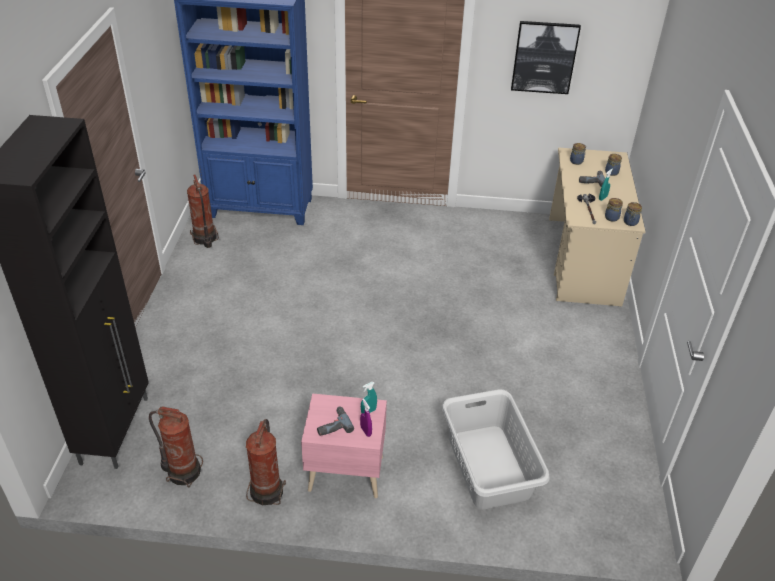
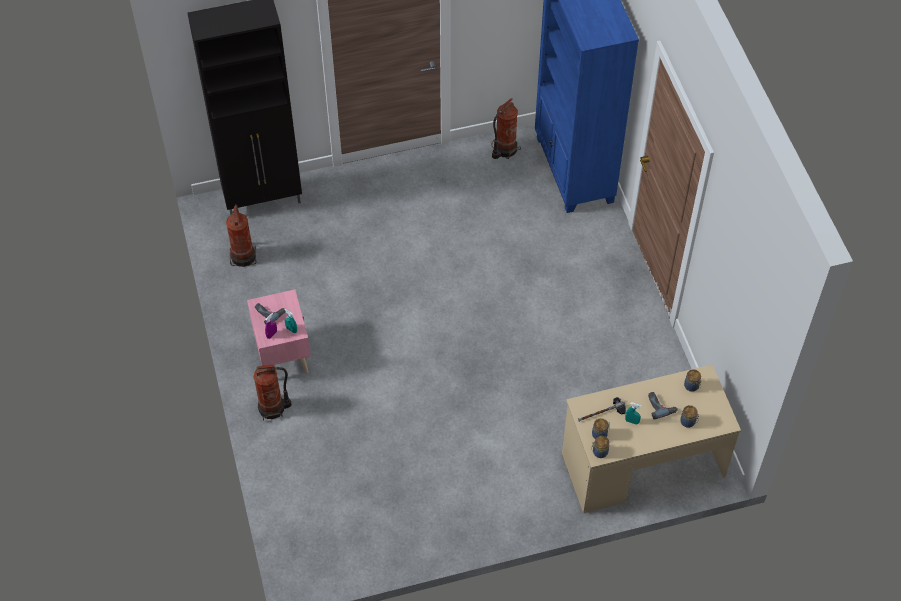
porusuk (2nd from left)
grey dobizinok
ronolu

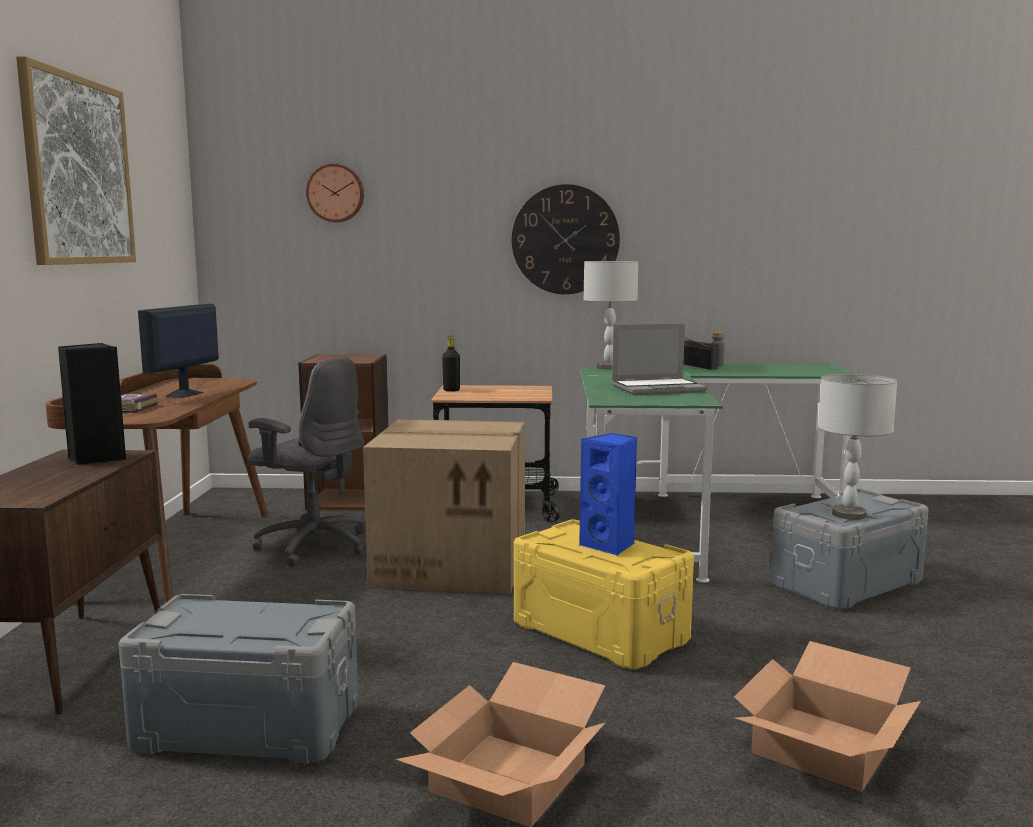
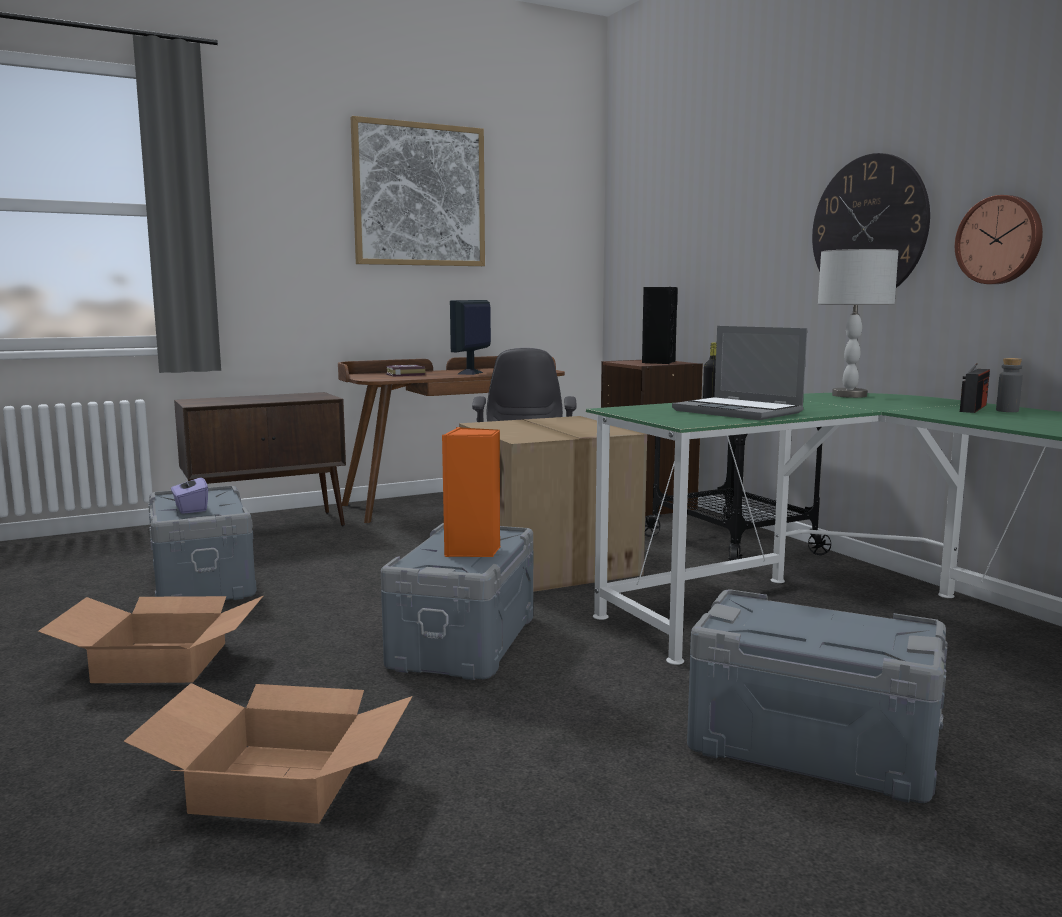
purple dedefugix
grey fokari (2nd from left)
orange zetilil
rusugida
black zetilil
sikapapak (2nd from left)
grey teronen (2nd from left in the first image)

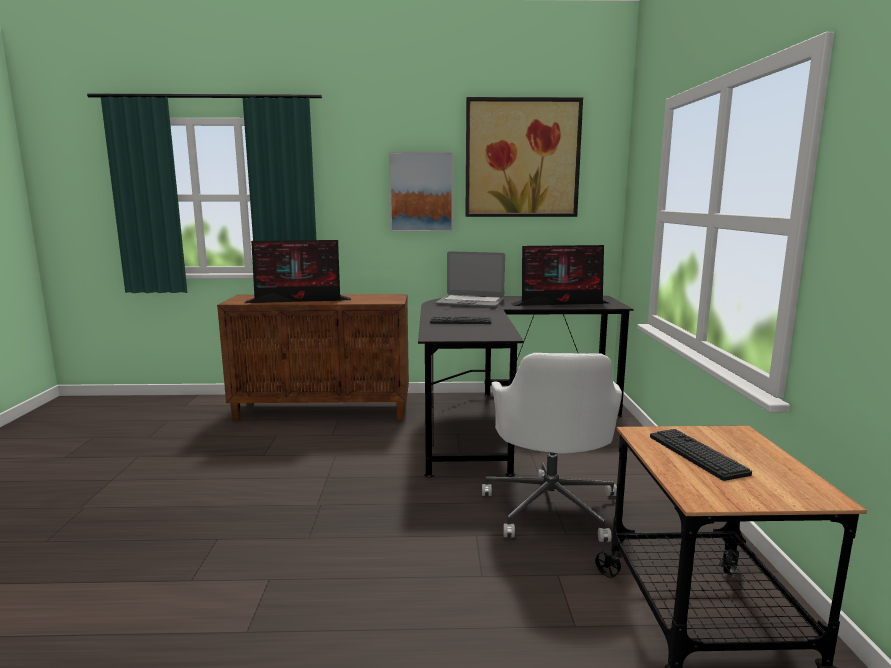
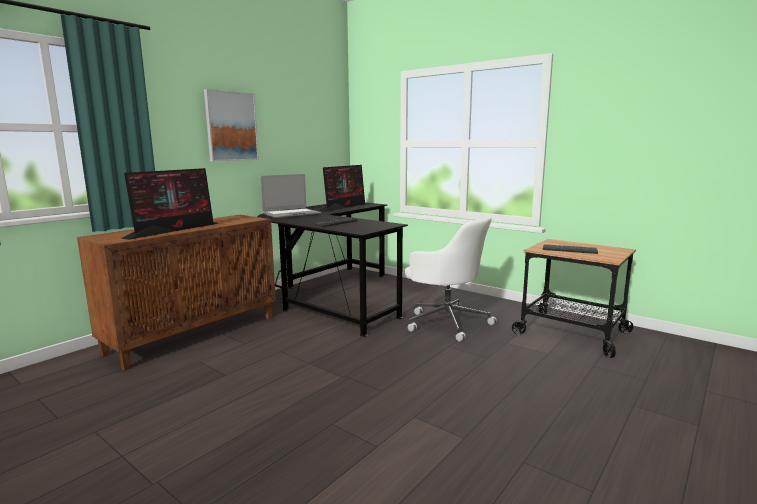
ronolu (2nd from left in the first image)

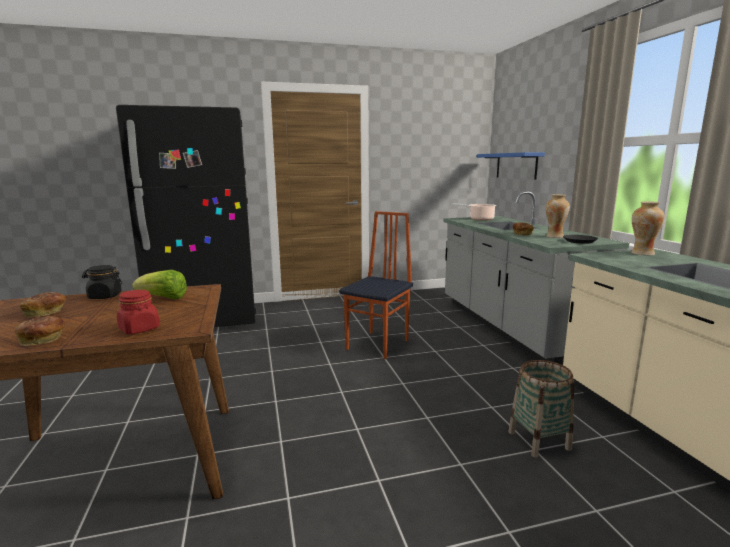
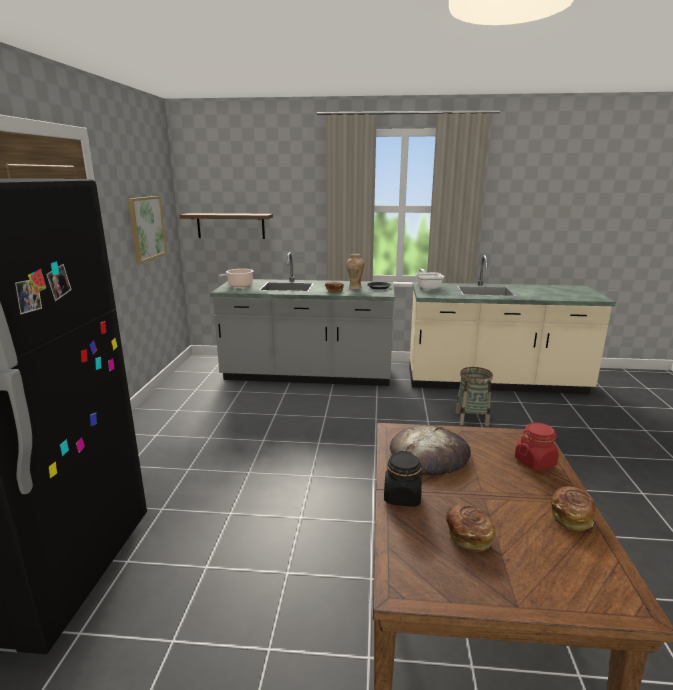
ronolu
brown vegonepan
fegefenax (2nd from left)
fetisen
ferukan

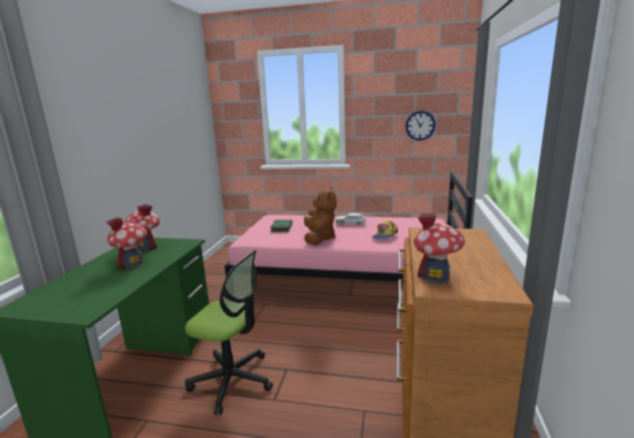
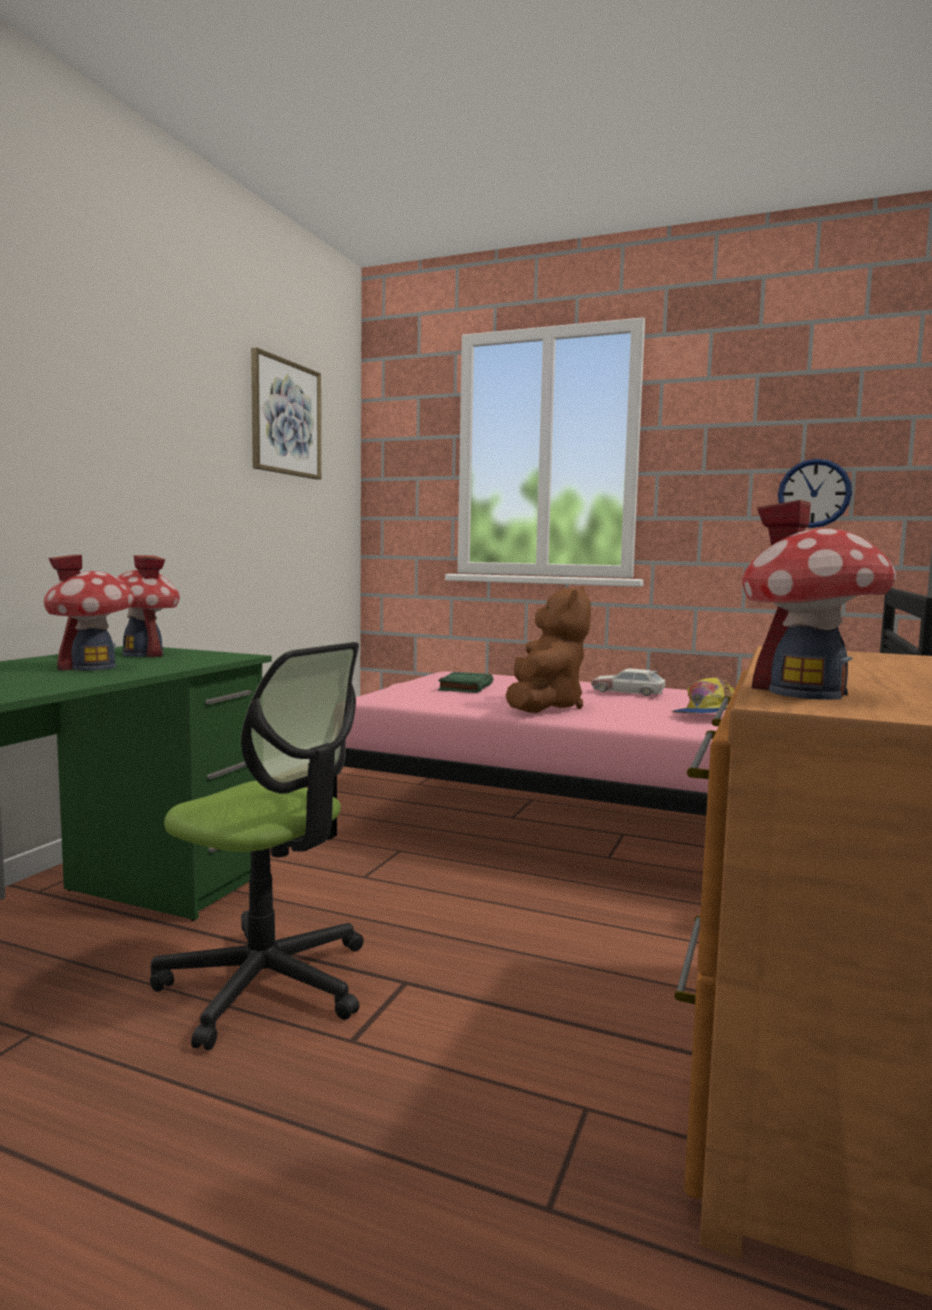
ronolu

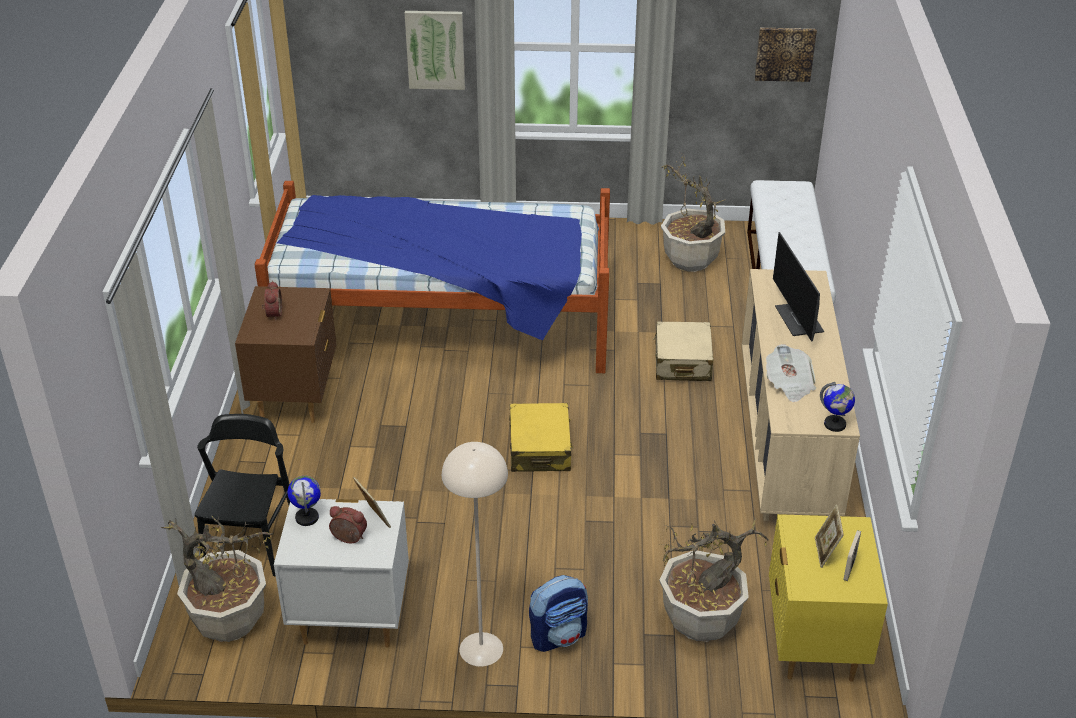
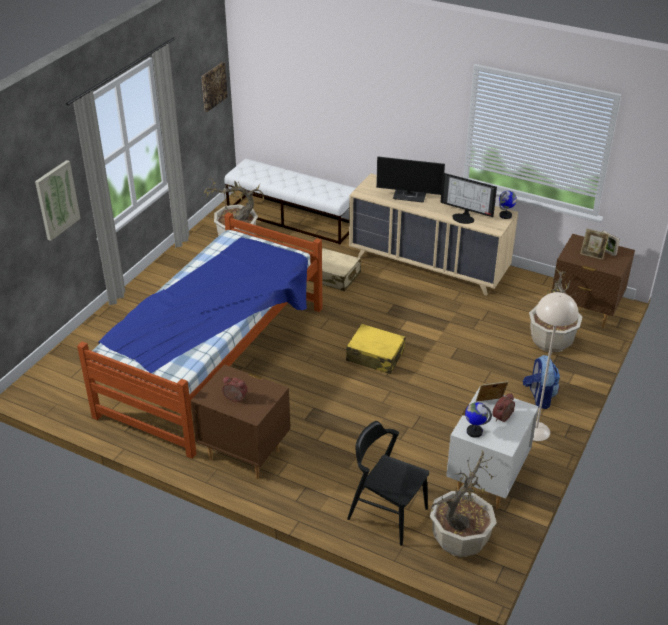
rusugida (2nd from left)
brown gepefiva (2nd from left)

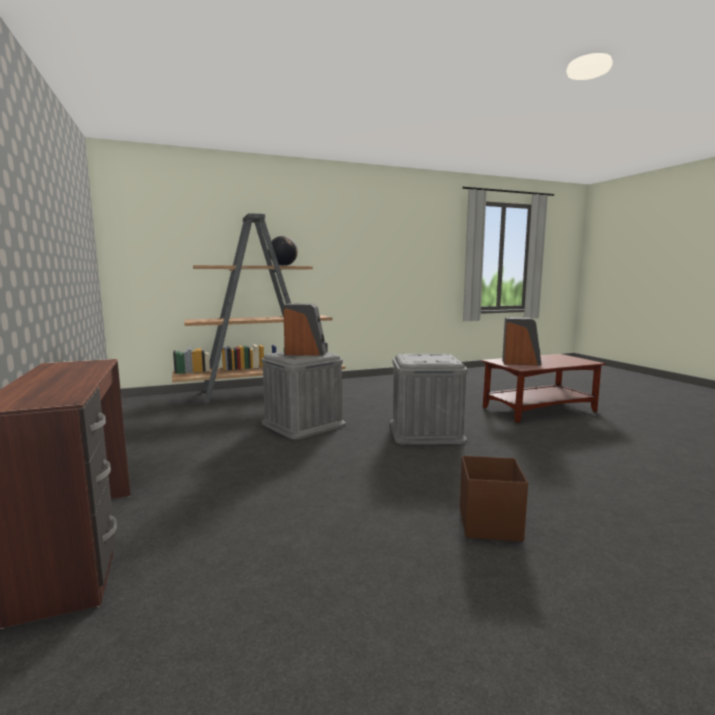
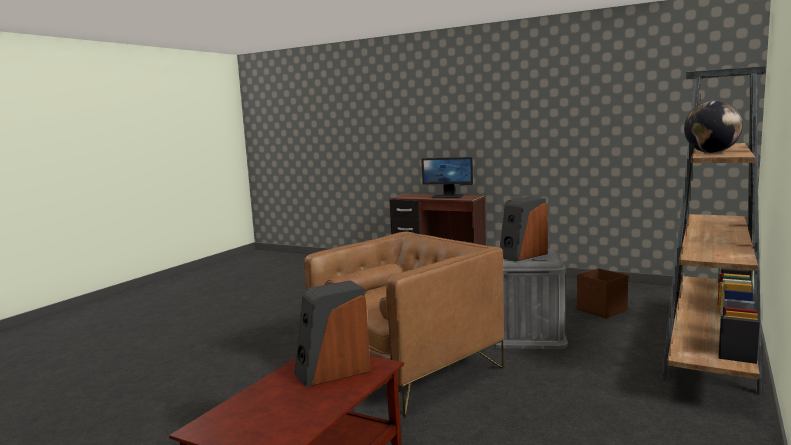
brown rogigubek
rusugida
brown fokari

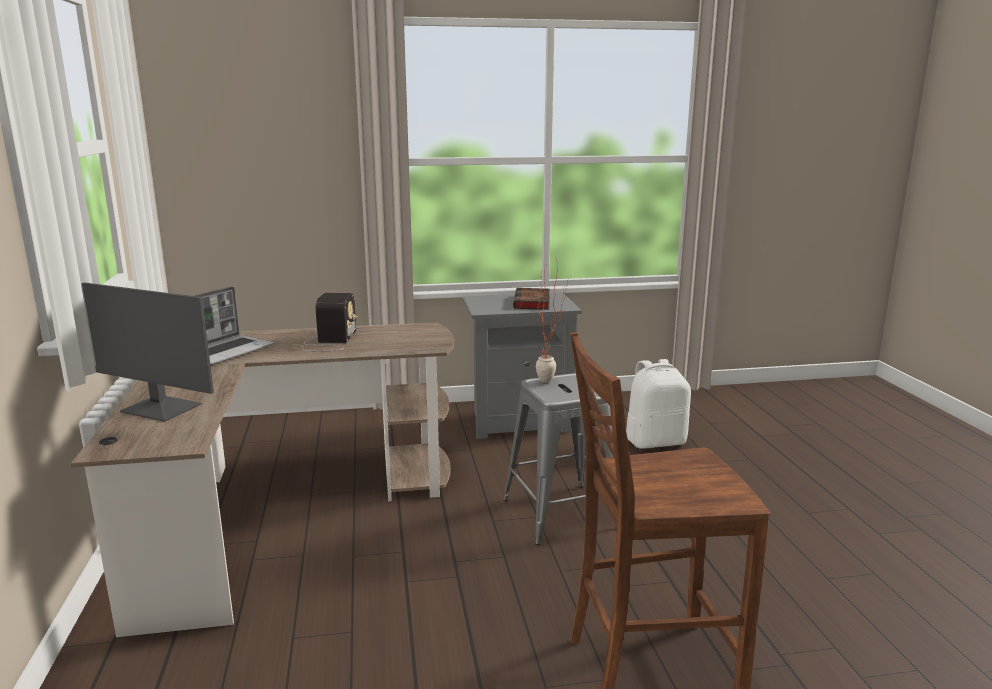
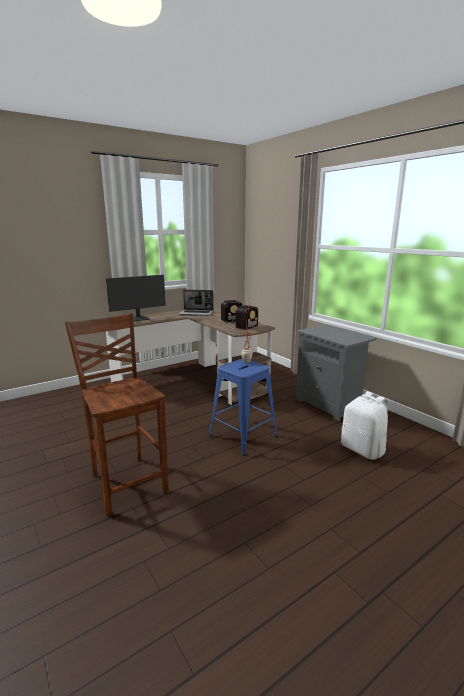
rusugida
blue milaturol
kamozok (2nd from left)
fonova

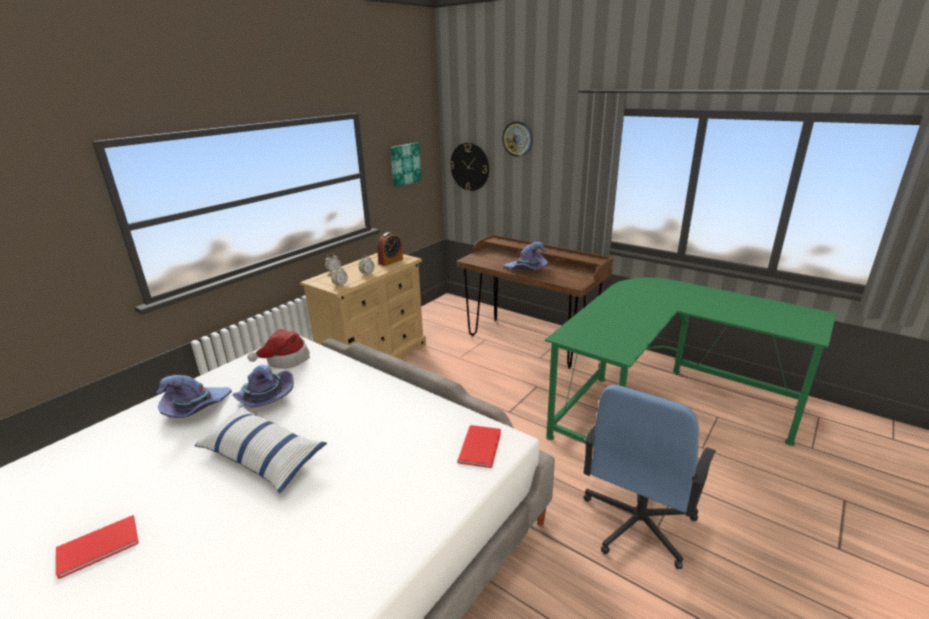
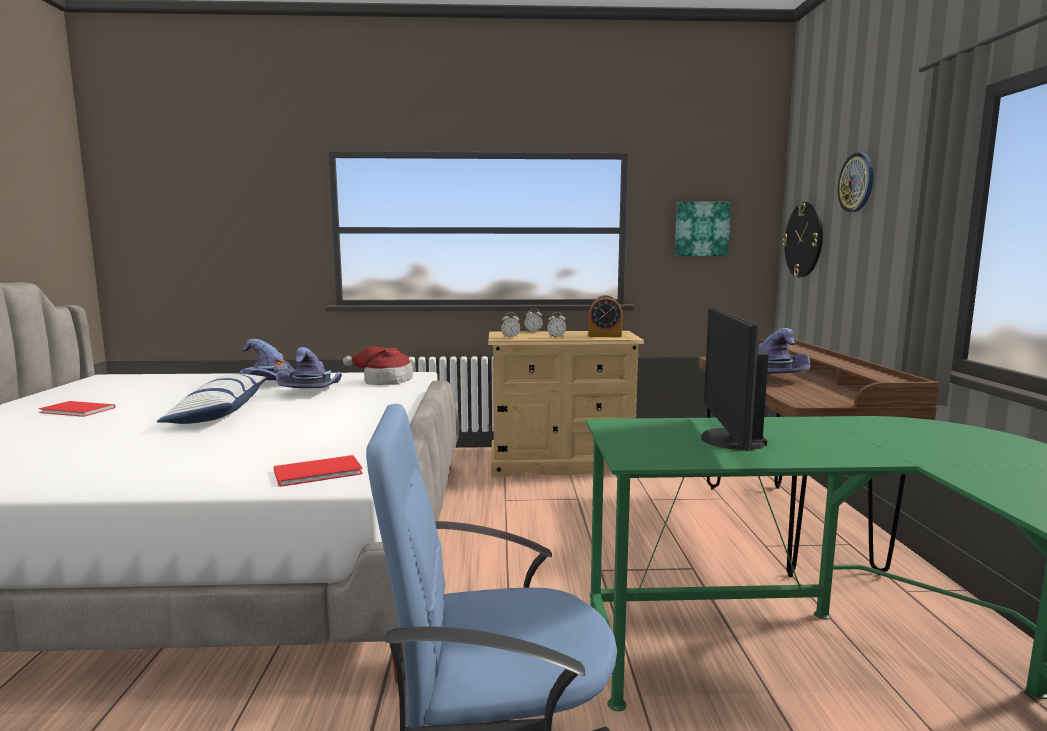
rusugida

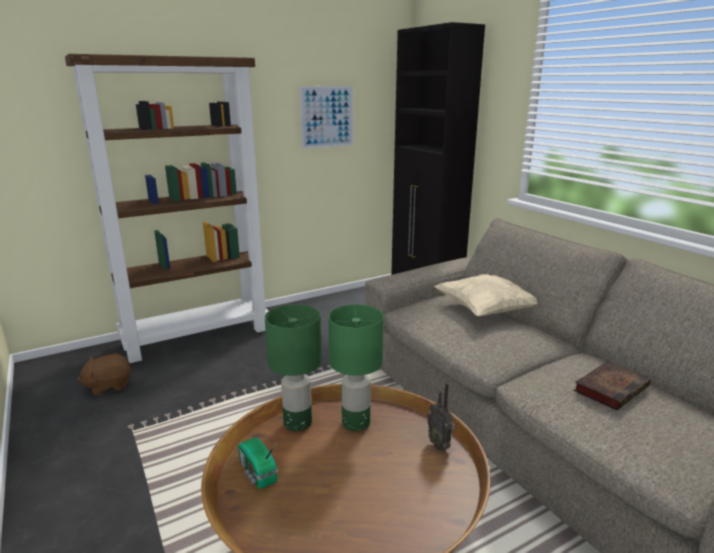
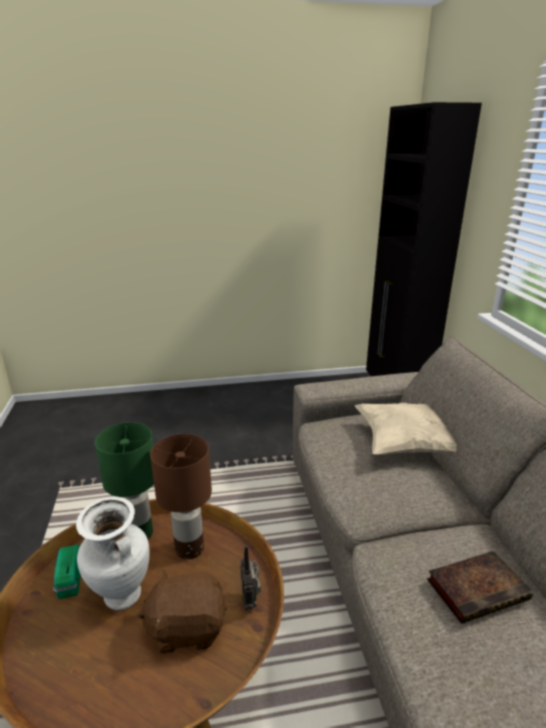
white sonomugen
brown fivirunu
brown teronen
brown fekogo
ronolu

